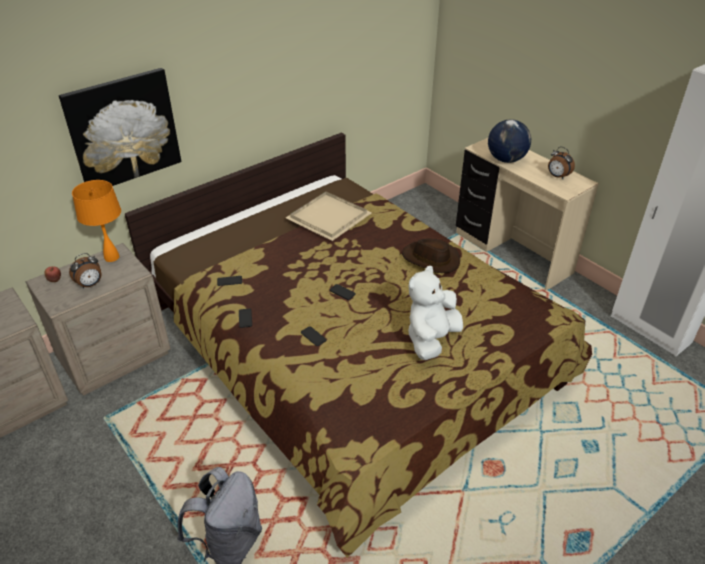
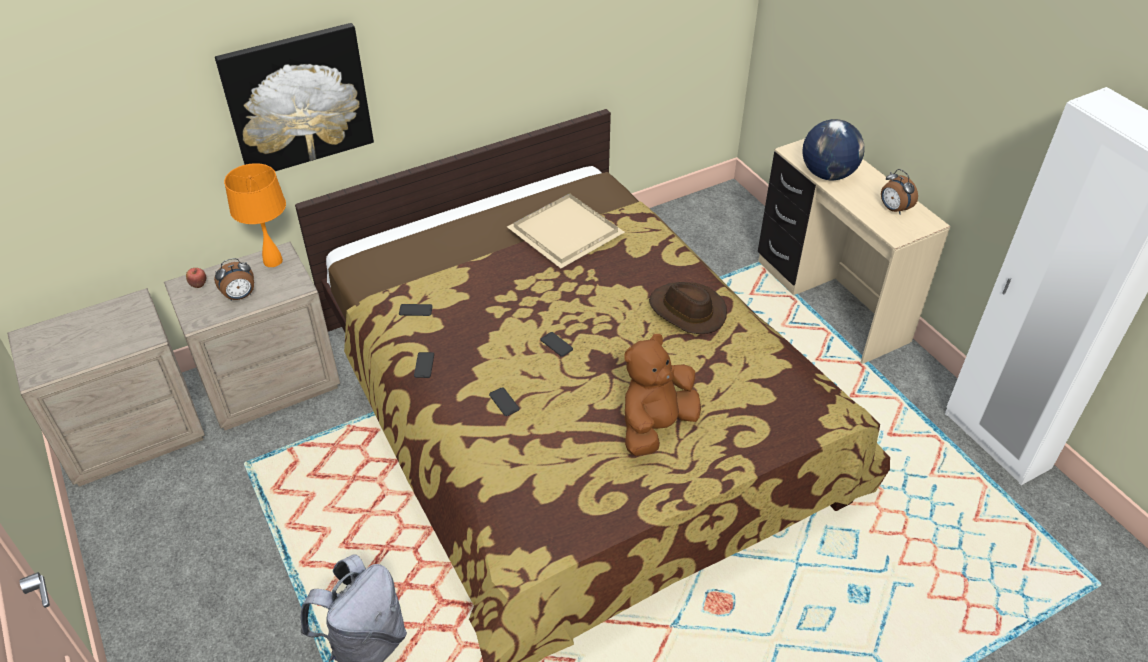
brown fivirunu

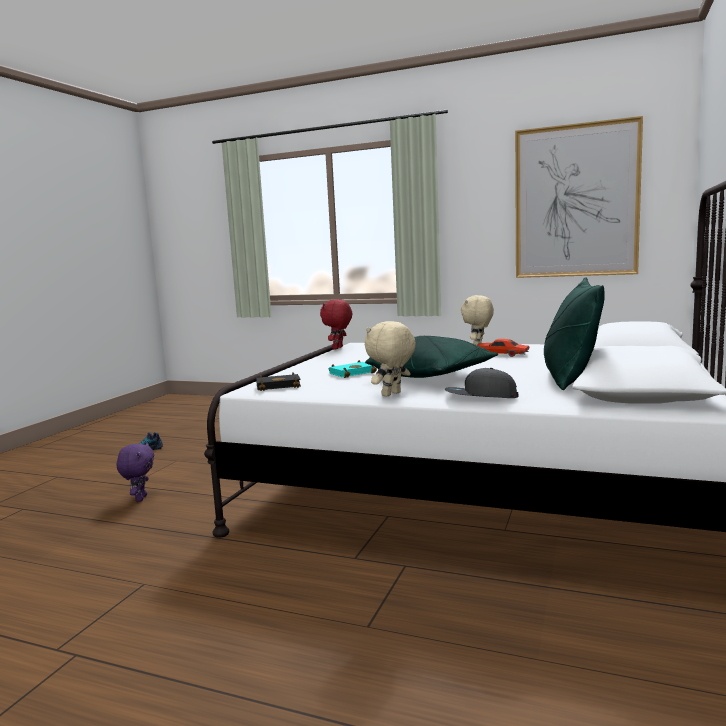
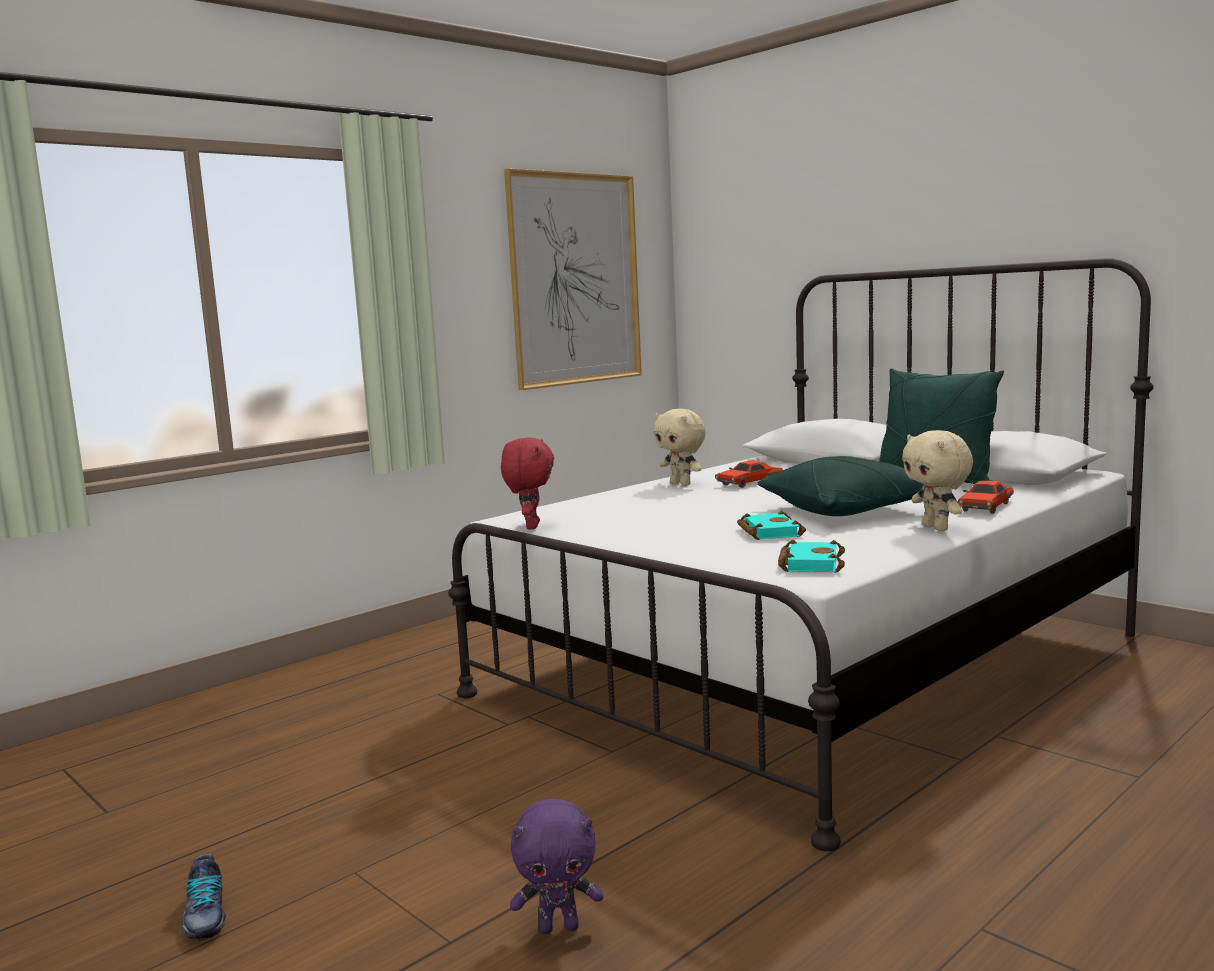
red fivirunu
purple fivirunu
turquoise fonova (2nd from left)
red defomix (2nd from left)

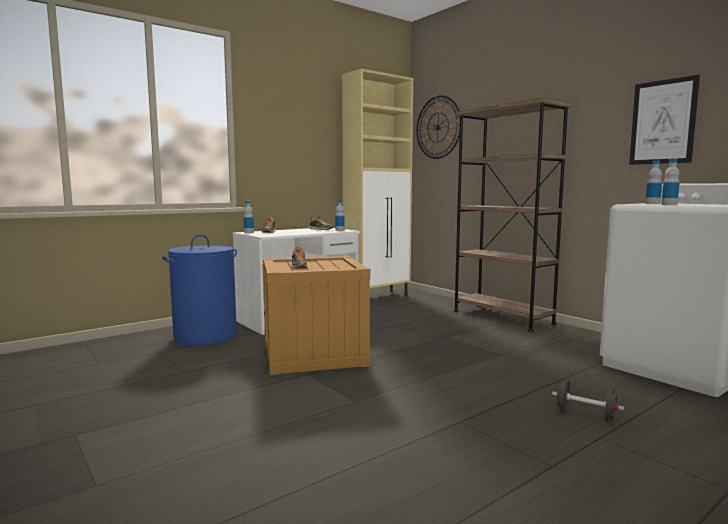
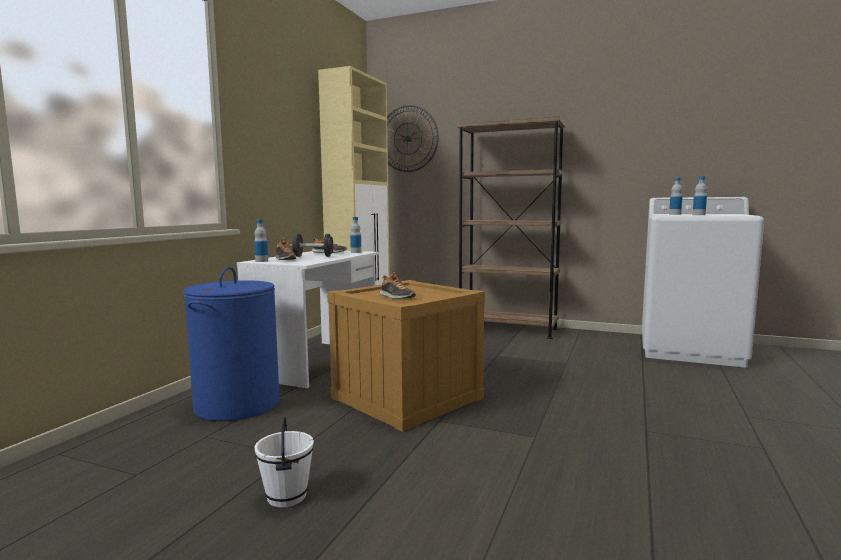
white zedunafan
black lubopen
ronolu

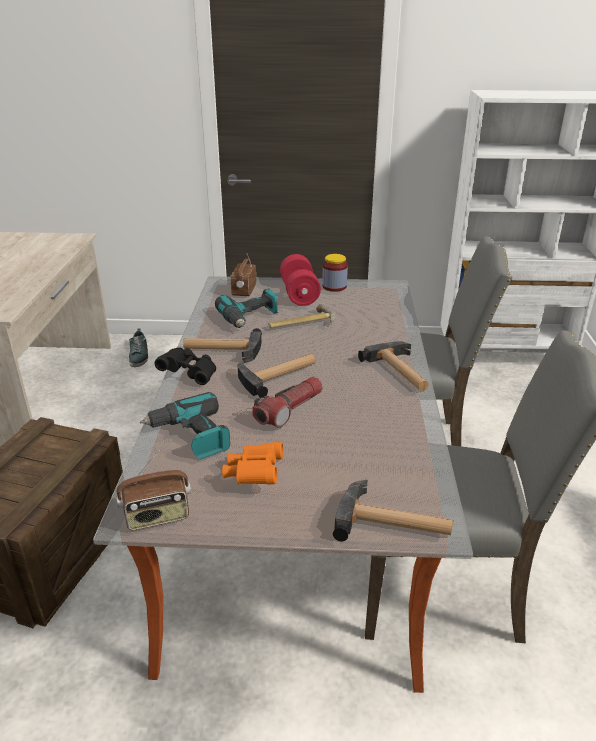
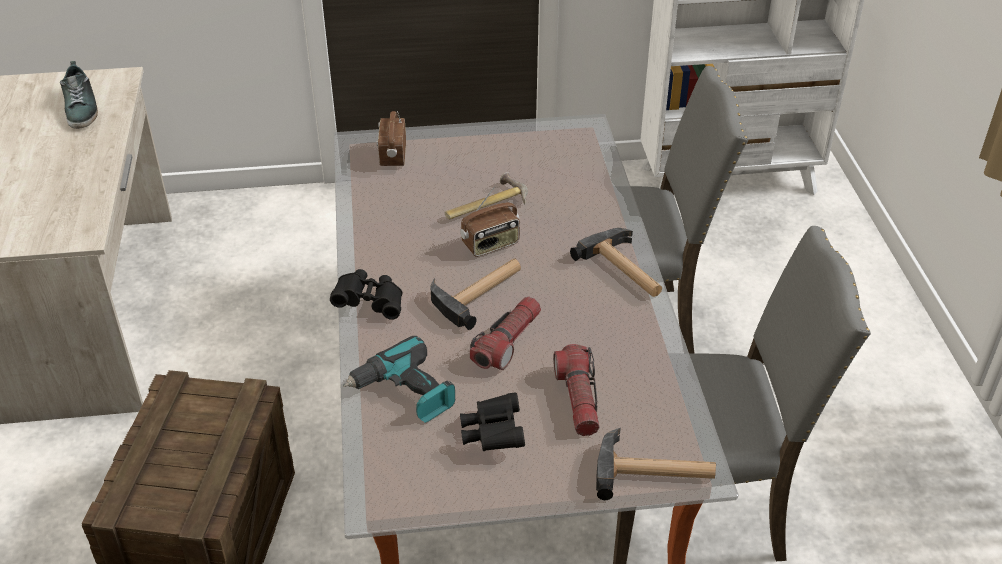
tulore
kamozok (2nd from left)
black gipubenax (2nd from left)
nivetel (2nd from left)
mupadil (1st from left in the first image)
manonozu (2nd from left in the first image)
red lubopen
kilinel

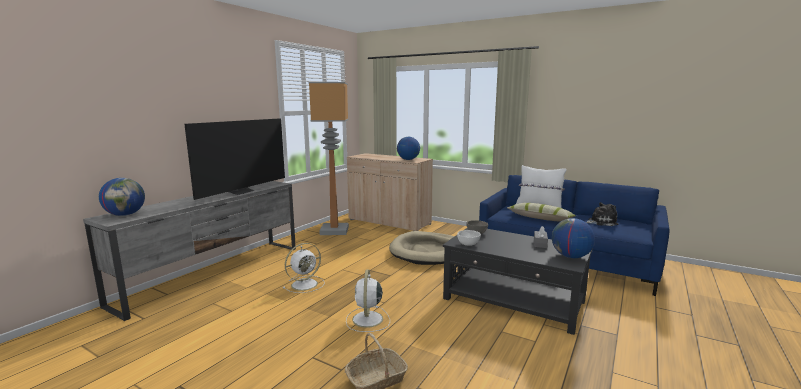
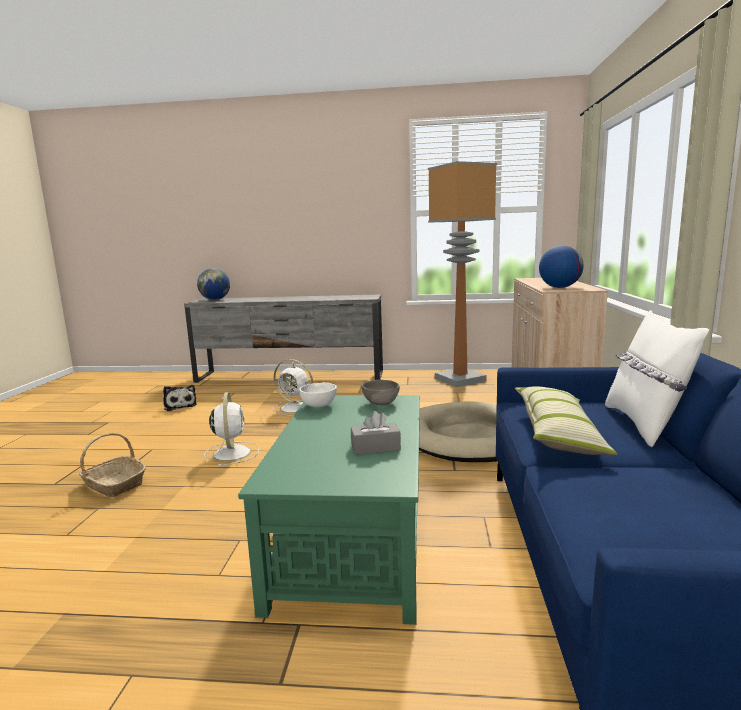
fivirunu
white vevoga (1st from left)
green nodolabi
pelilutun
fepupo (3rd from left in the first image)

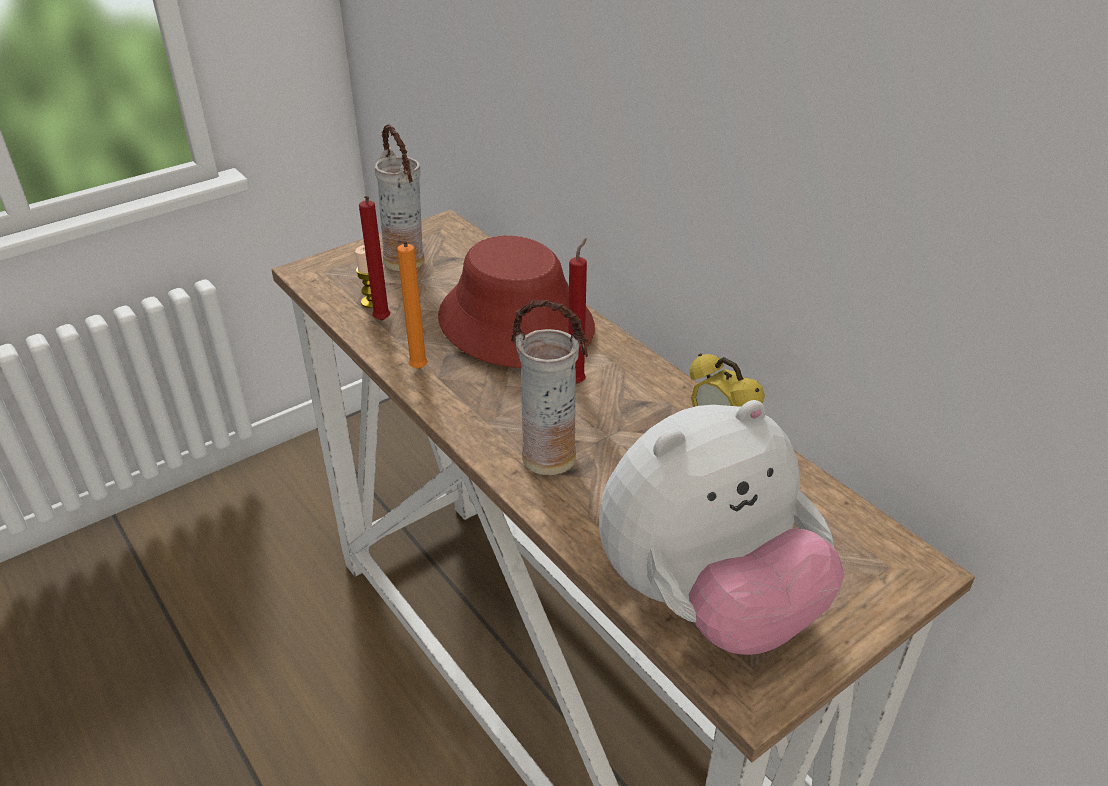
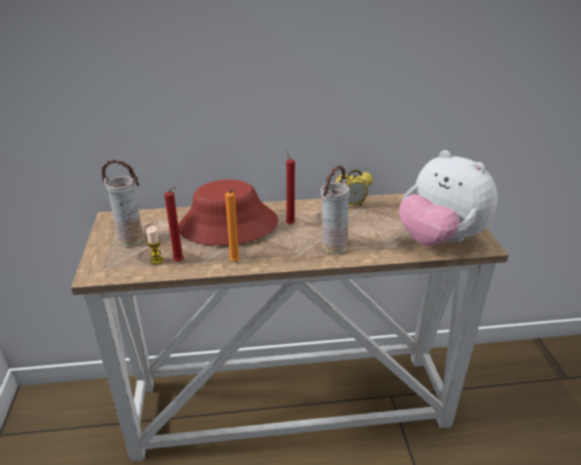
fivirunu

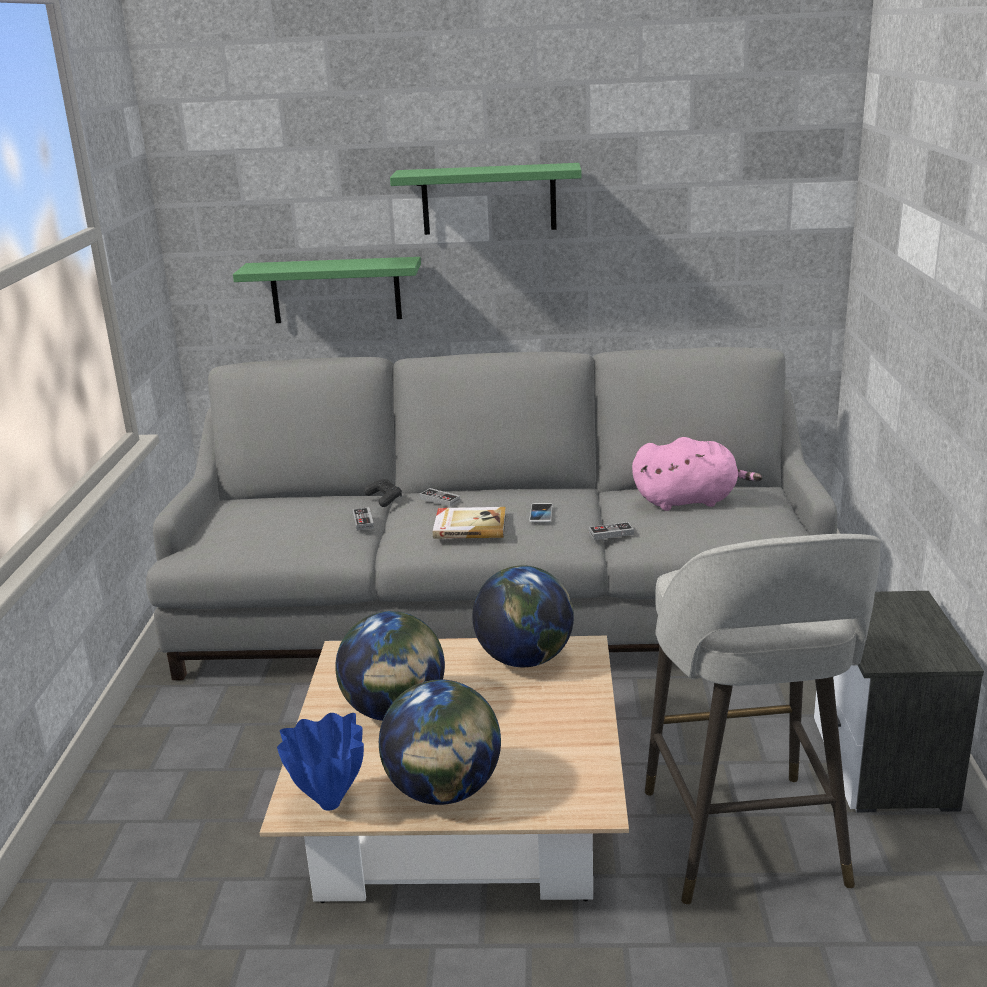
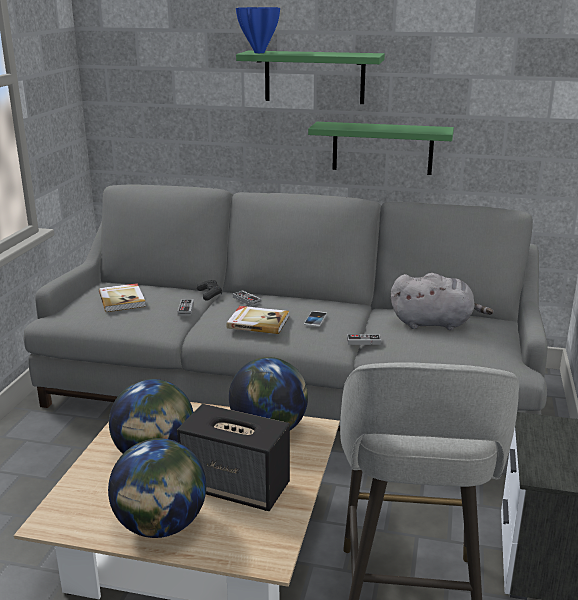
fonova (1st from left)
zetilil
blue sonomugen
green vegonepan (2nd from left)
grey fivirunu

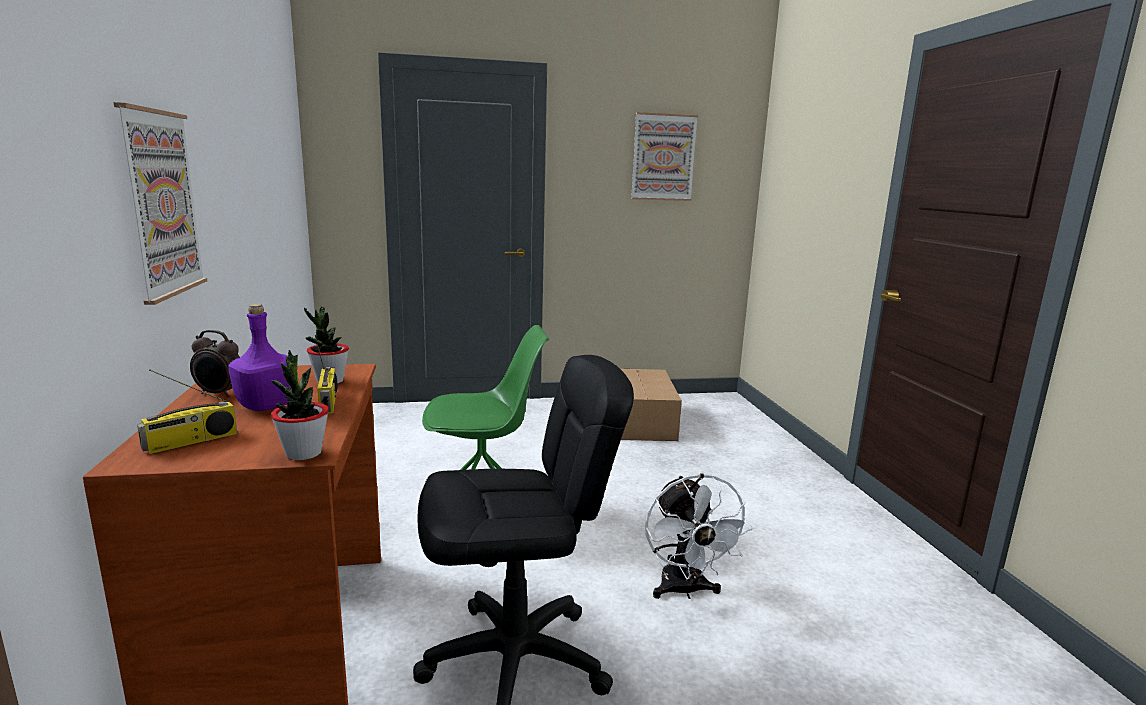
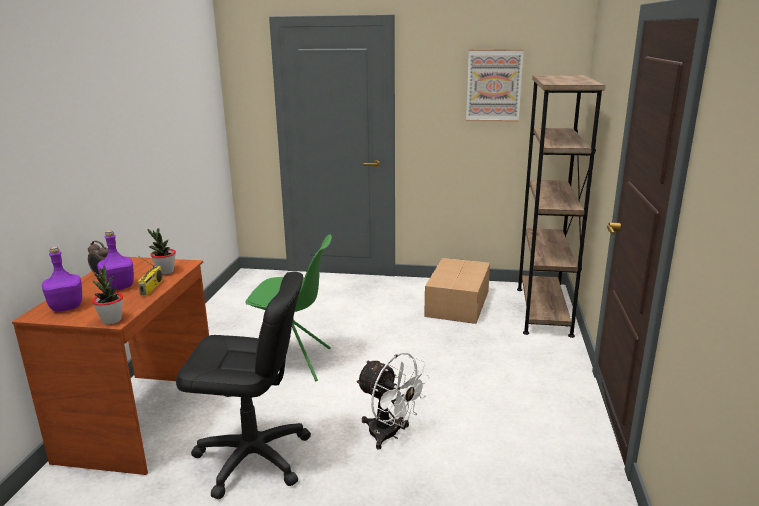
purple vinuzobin (1st from left)
white vevoga
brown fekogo
ronolu (1st from left in the first image)

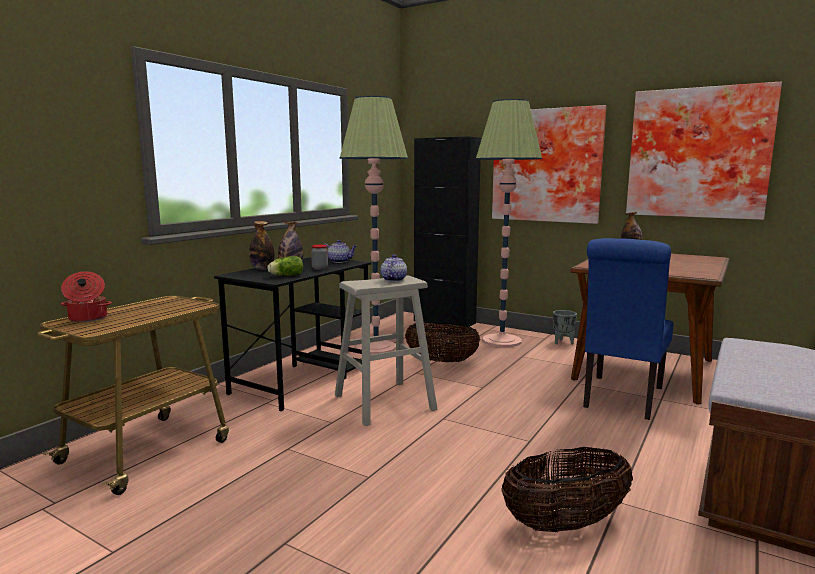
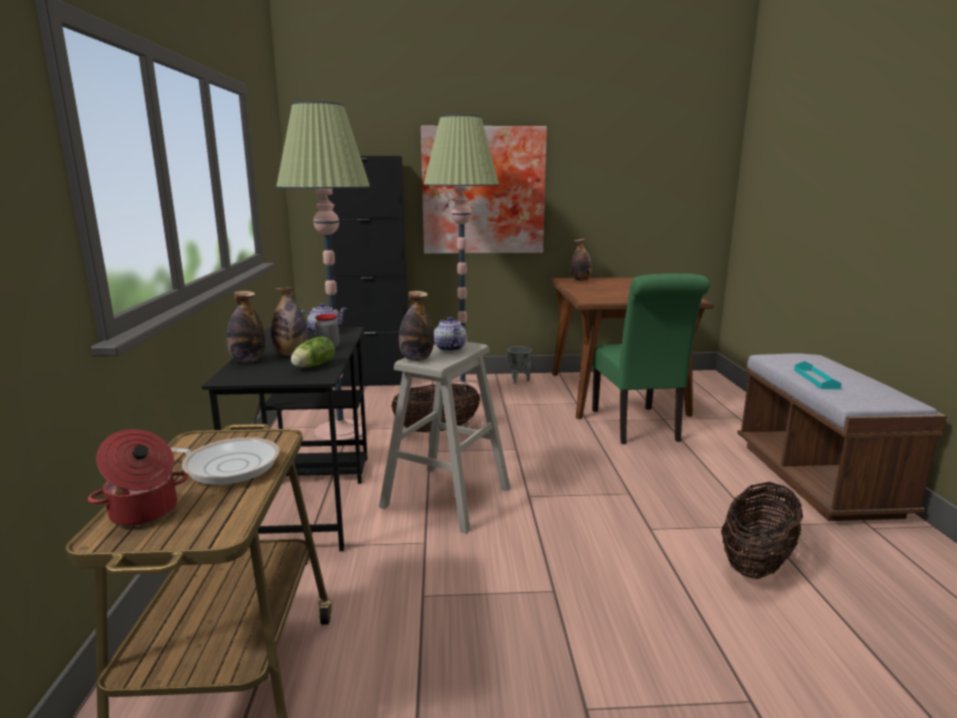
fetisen
vinuzobin (3rd from left)
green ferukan
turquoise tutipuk
ronolu (2nd from left in the first image)

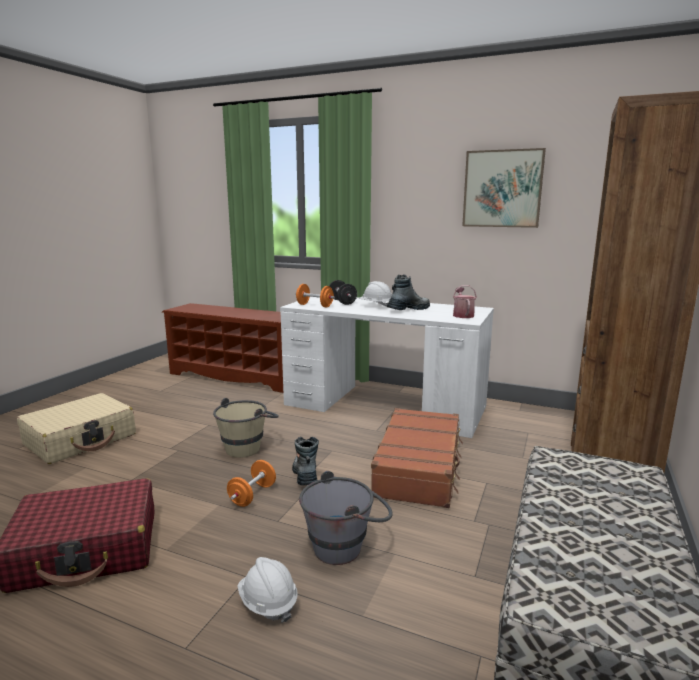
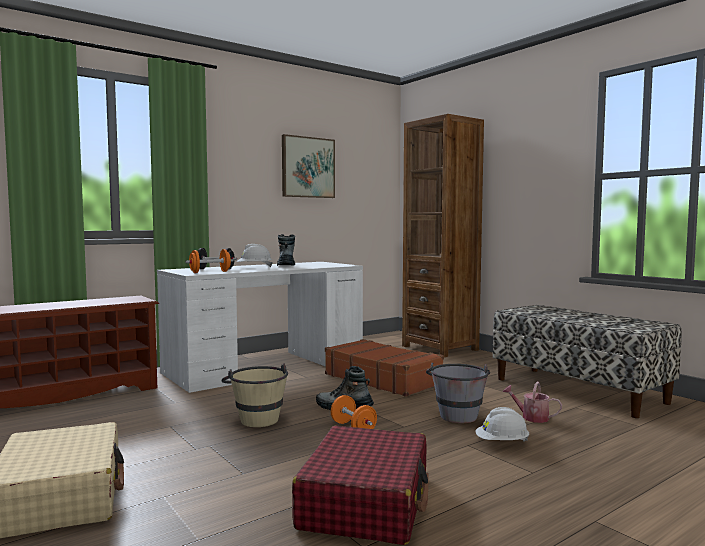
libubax

